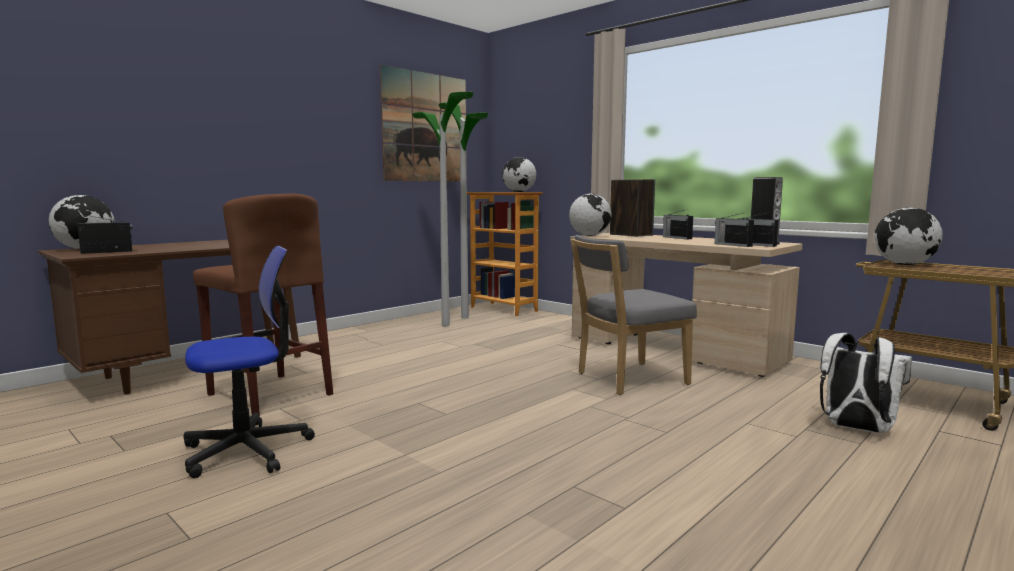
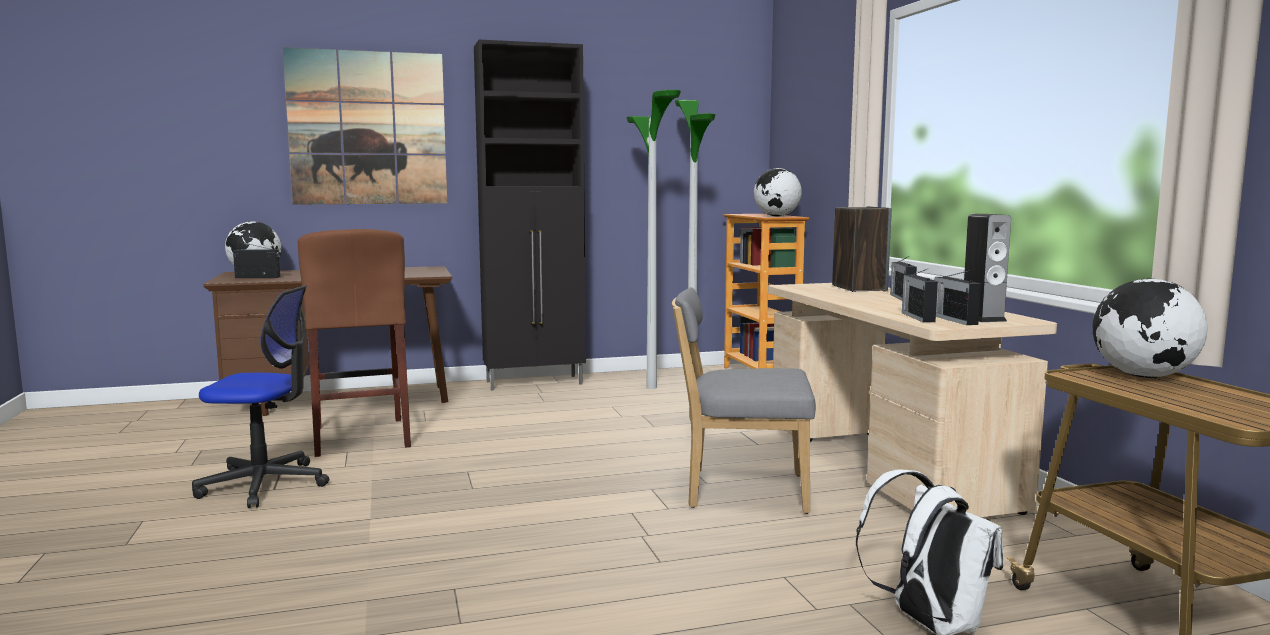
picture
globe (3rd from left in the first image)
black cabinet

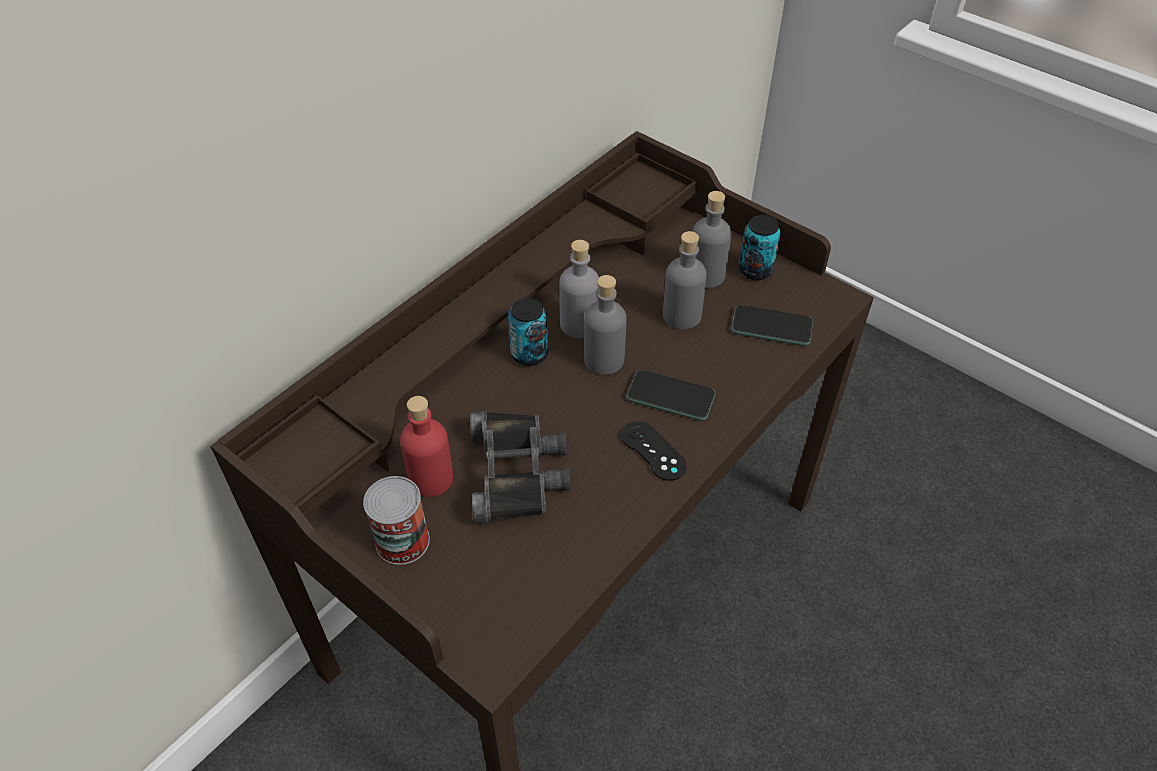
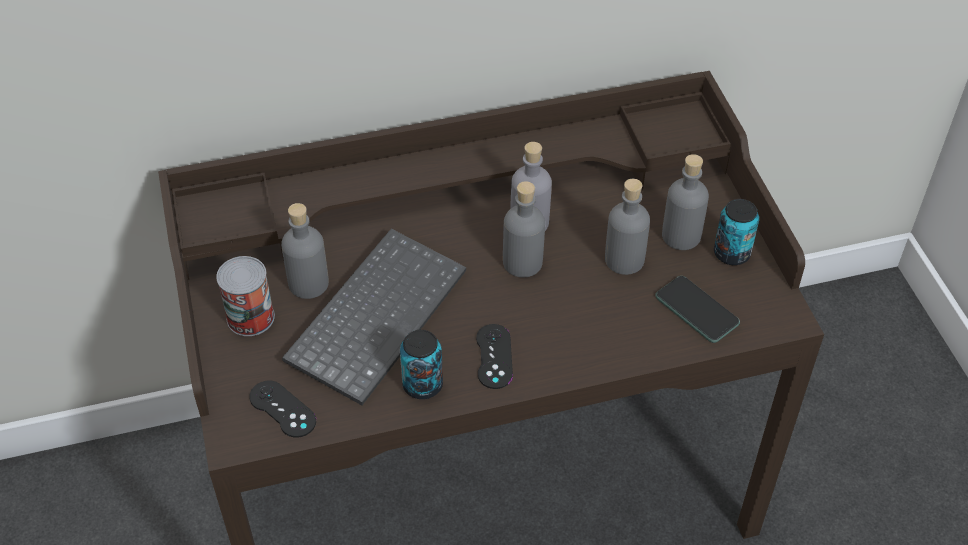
grey bottle (1st from left)
keyboard
can (2nd from left)
phone (1st from left in the first image)
black game controller (1st from left)

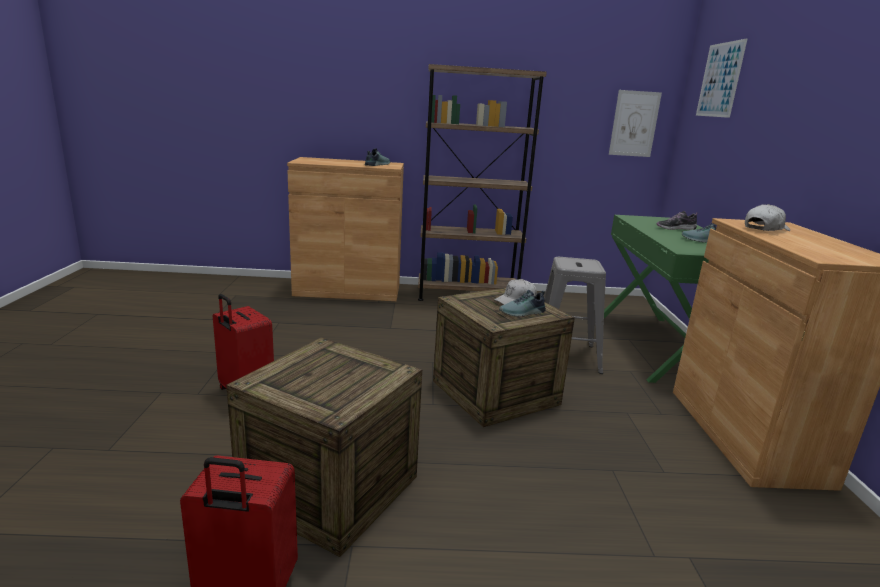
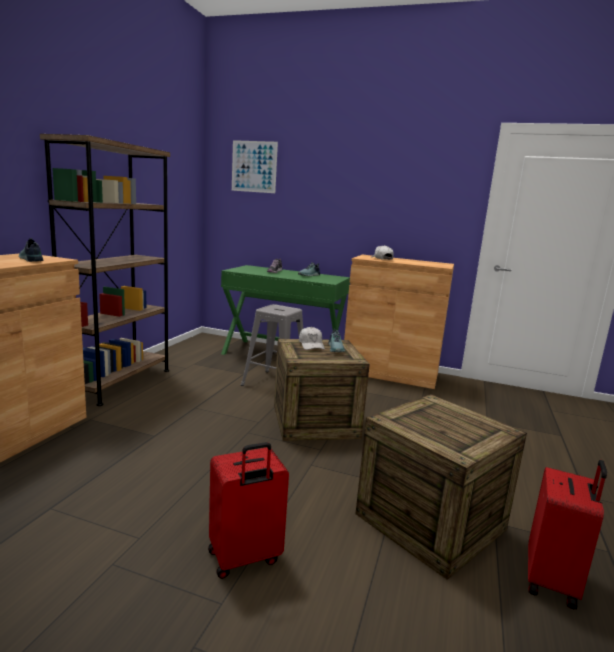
picture (1st from left in the first image)

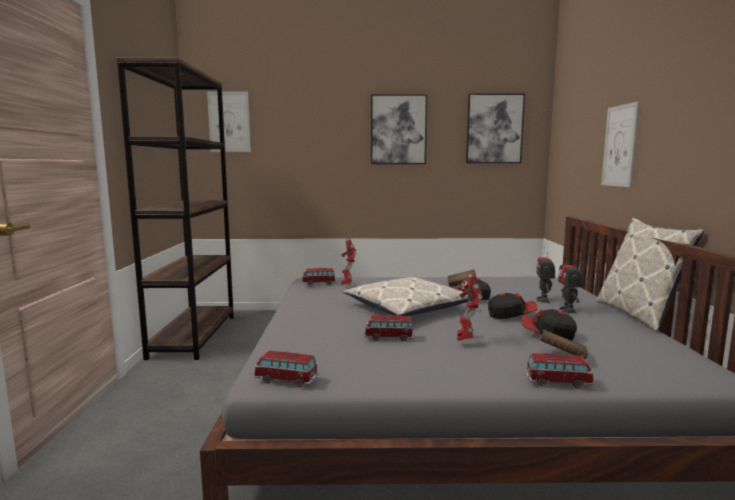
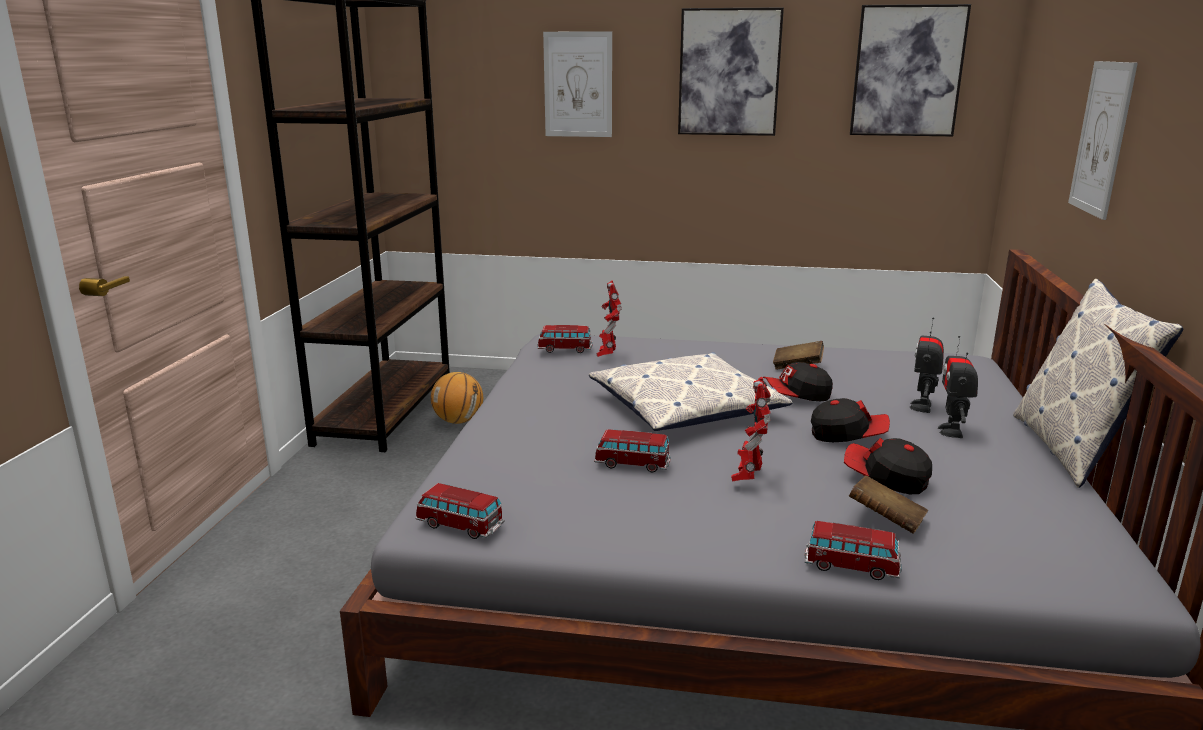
picture (1st from left)
basketball

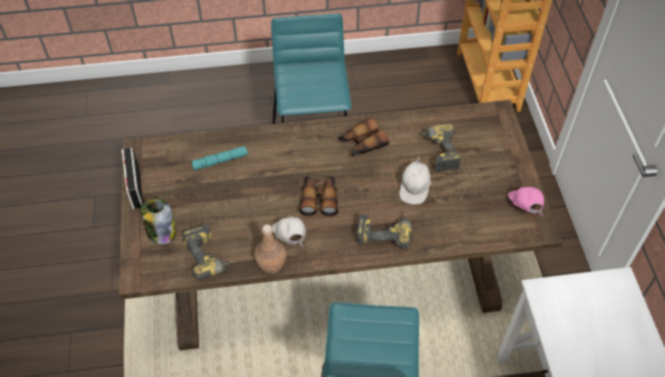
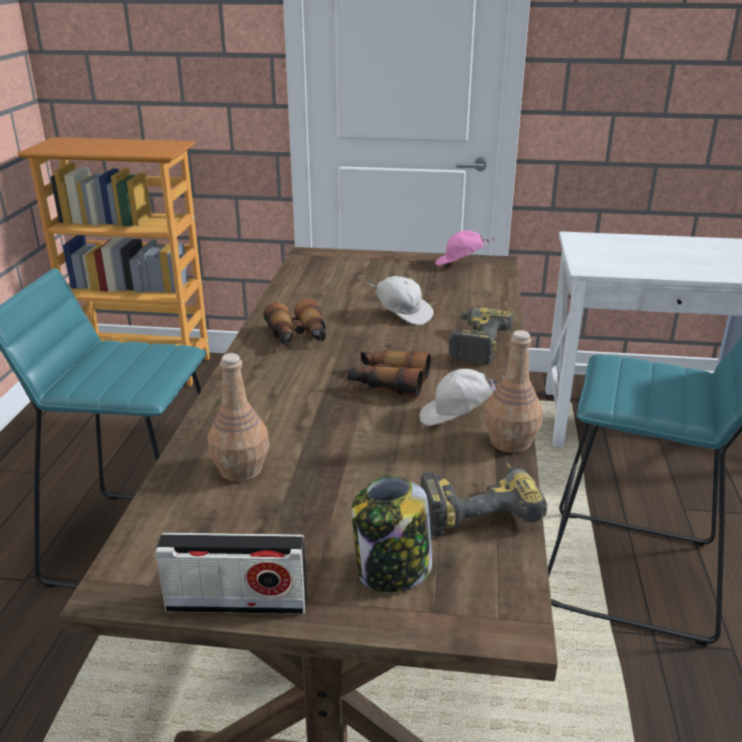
brown bottle (1st from left)
power drill (3rd from left in the first image)

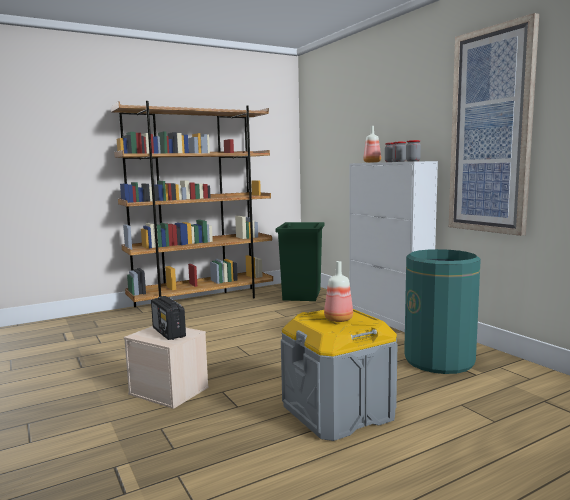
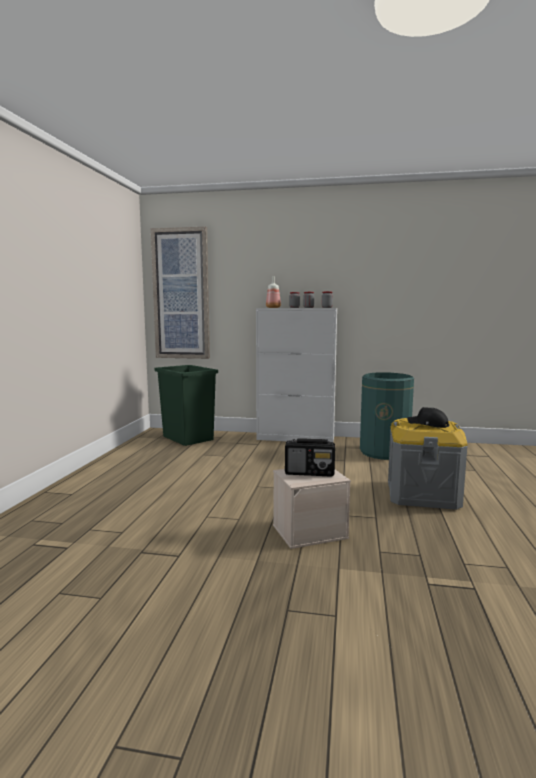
brown bookcase
black cap
picture

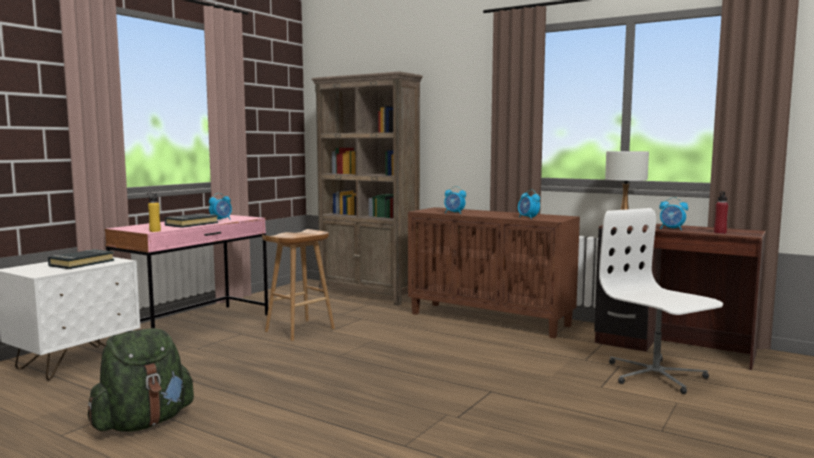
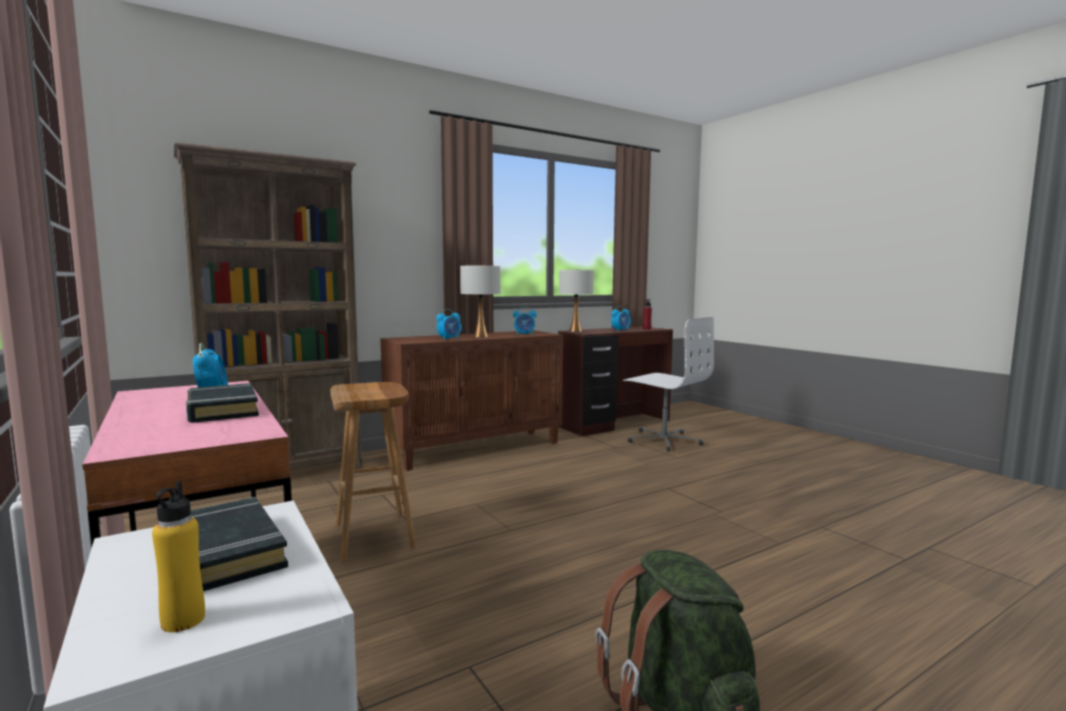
yellow bottle
white office chair
white table lamp (1st from left)

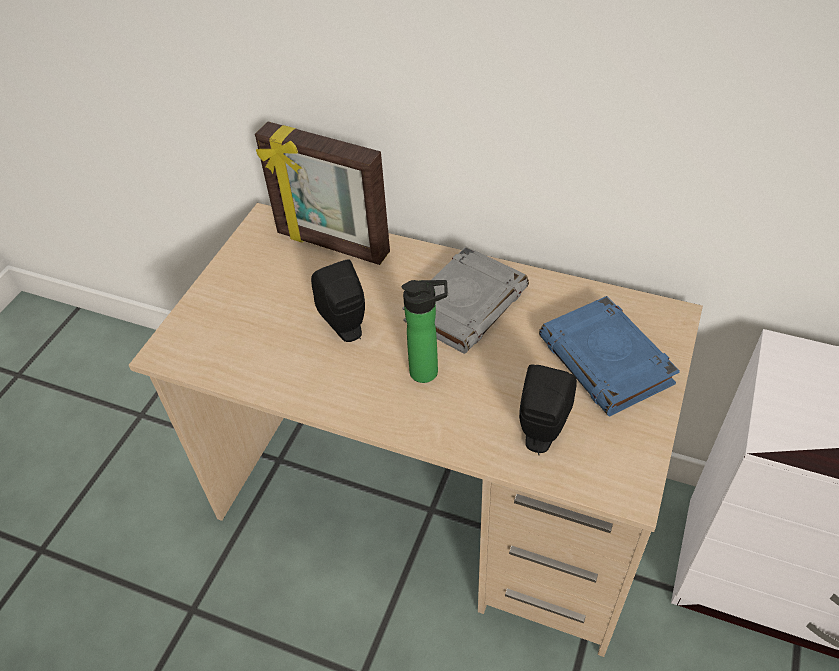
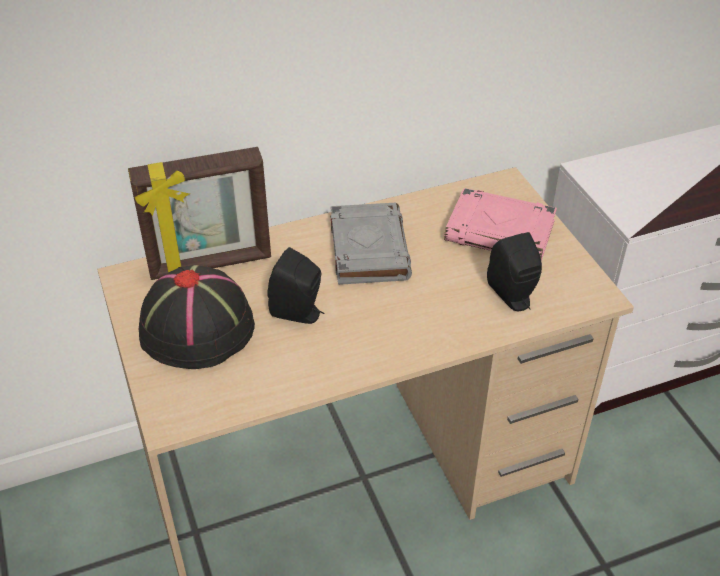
bottle
pink book
black hat

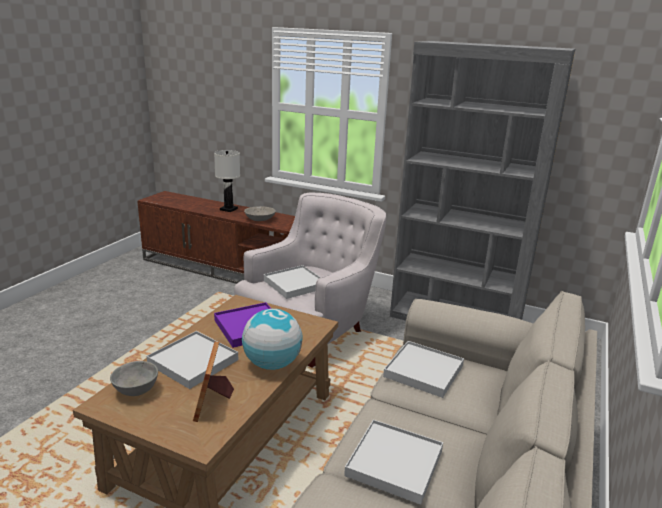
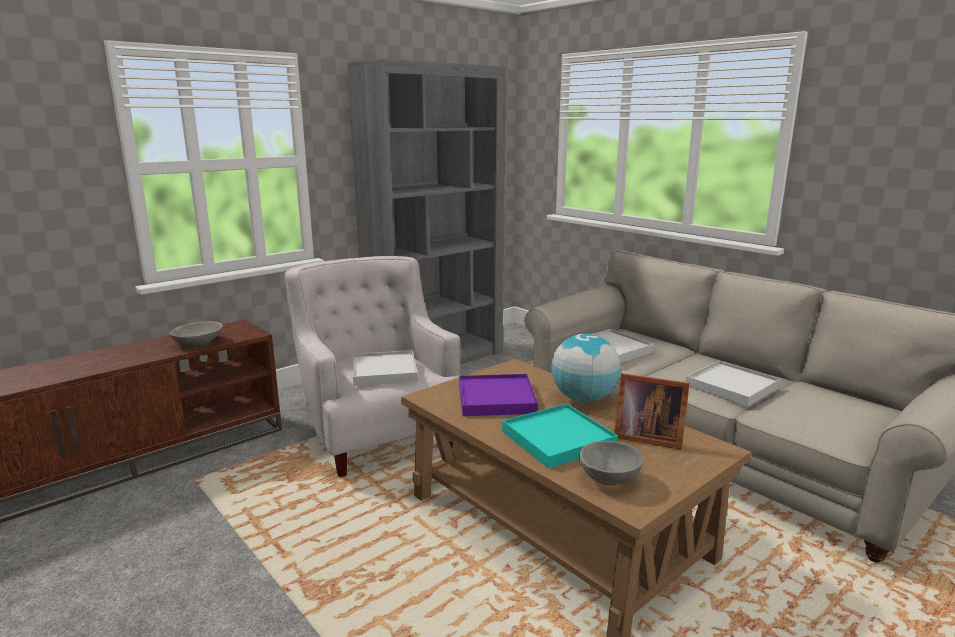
turquoise tray
white table lamp

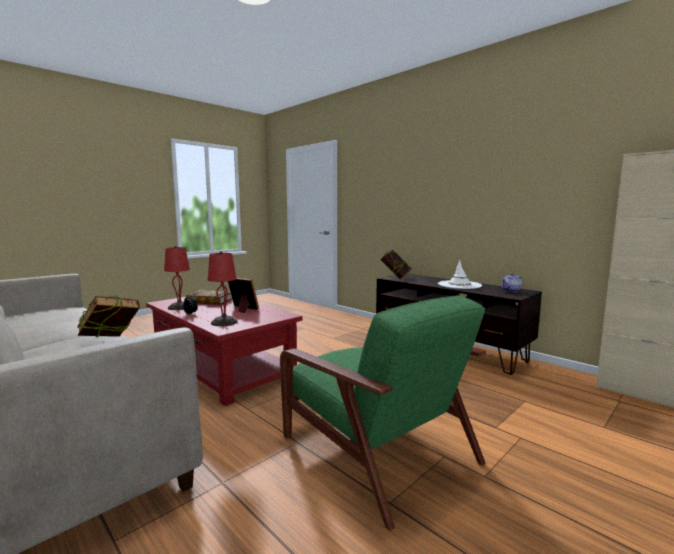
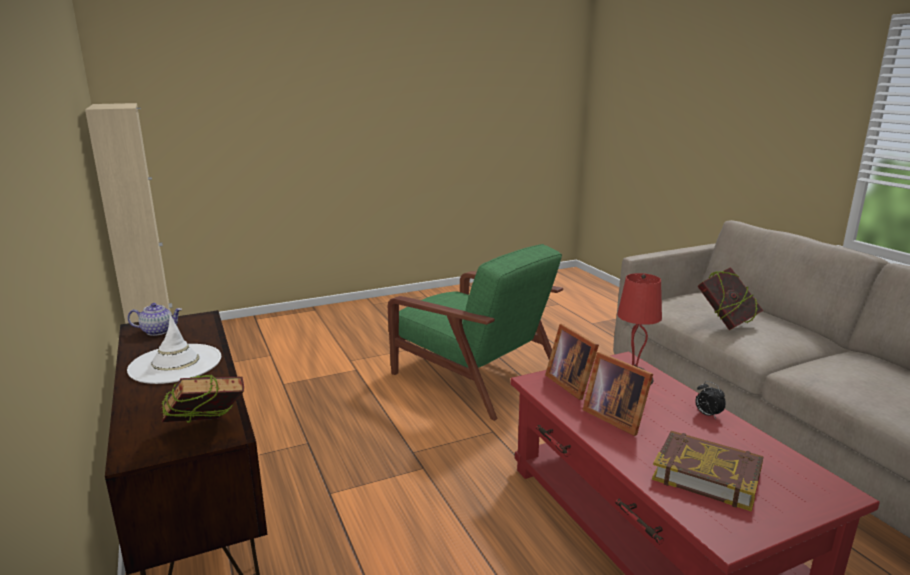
red table lamp (1st from left in the first image)
green armchair
picture frame (1st from left)

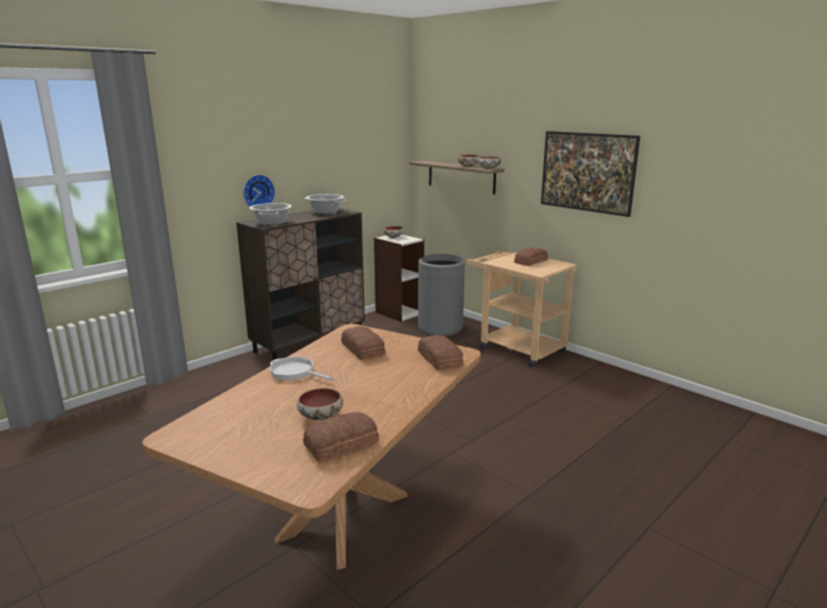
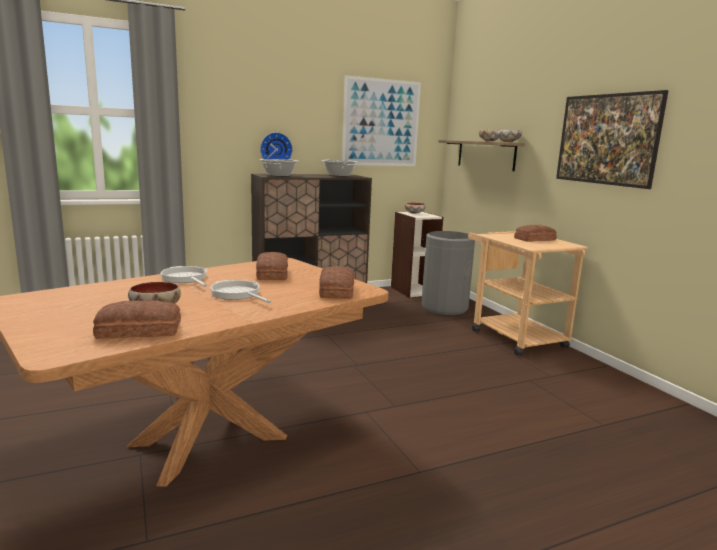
frying pan (2nd from left)
picture (1st from left)

